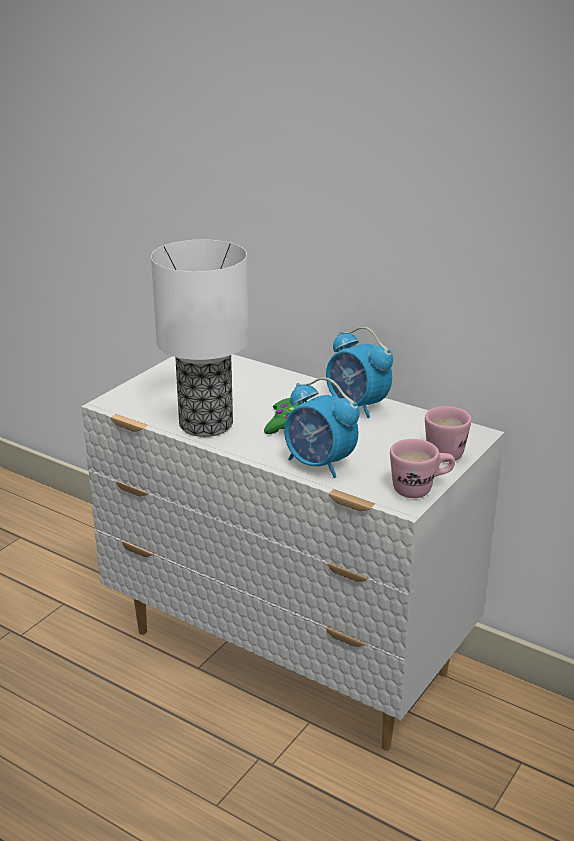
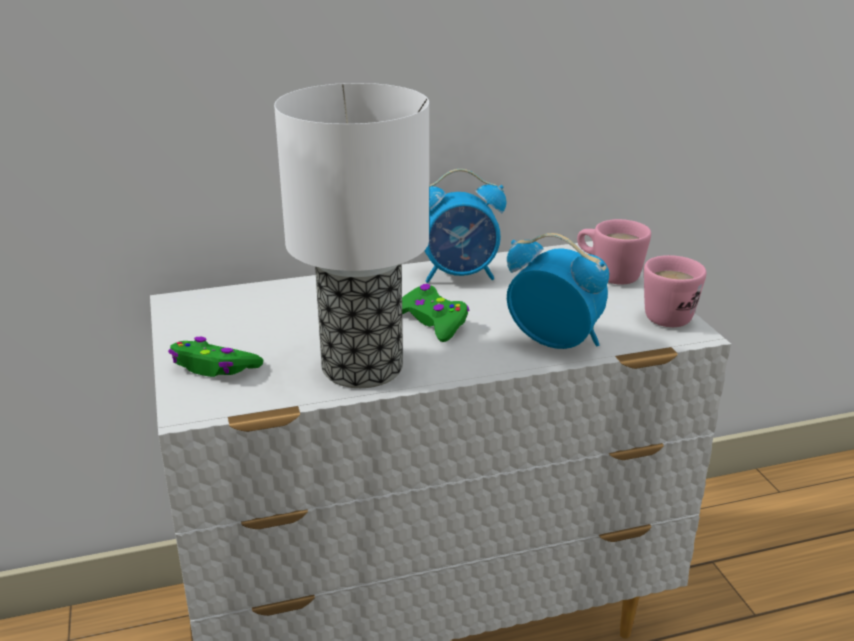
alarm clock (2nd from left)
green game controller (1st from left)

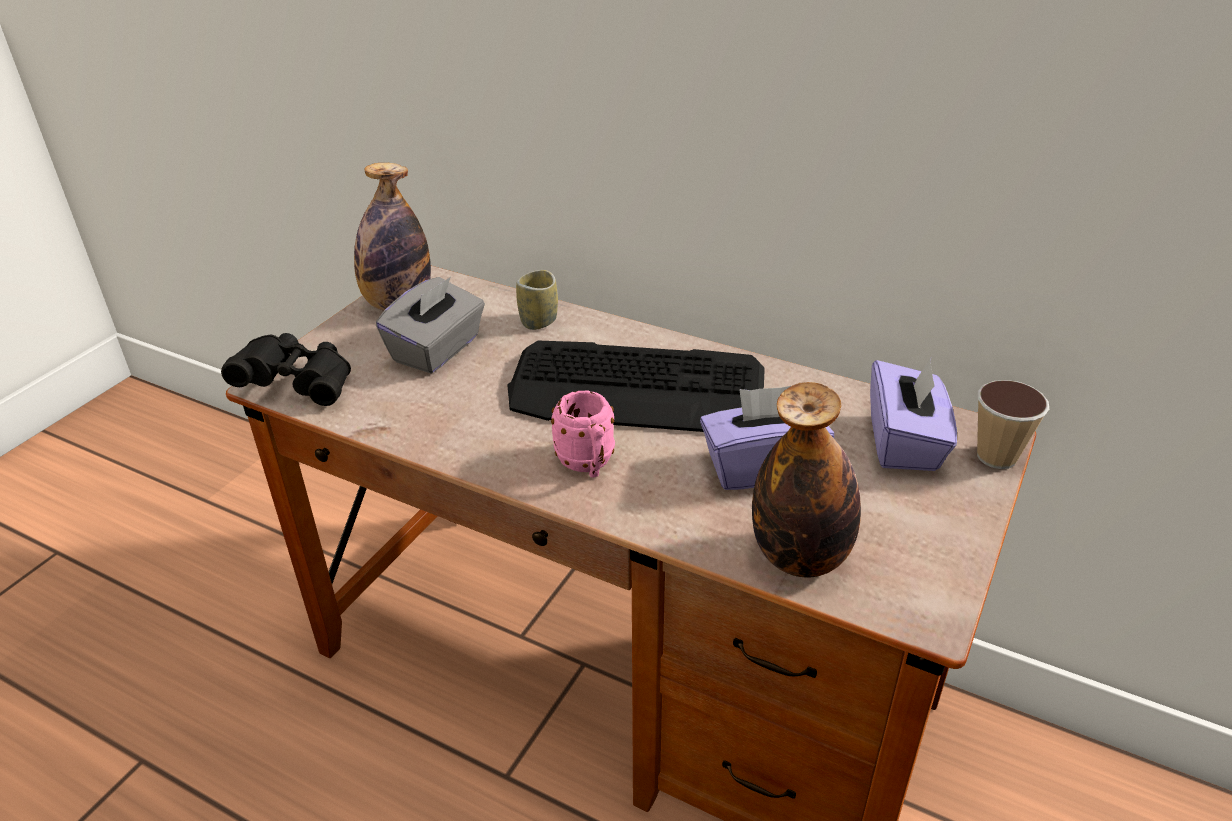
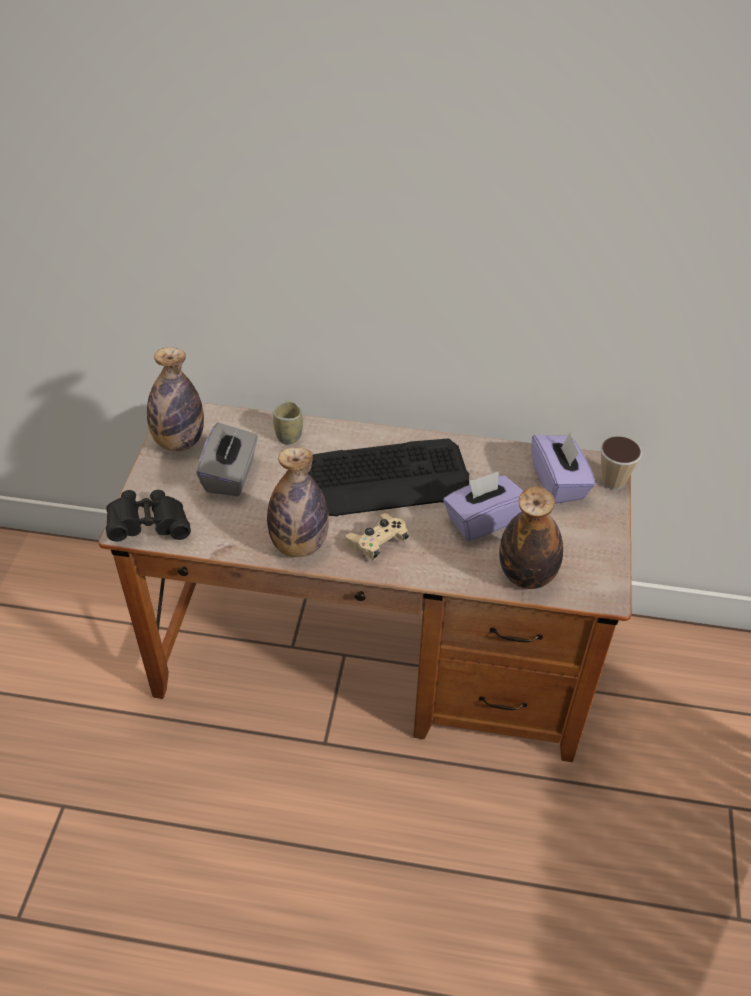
beige game controller
bottle (2nd from left)

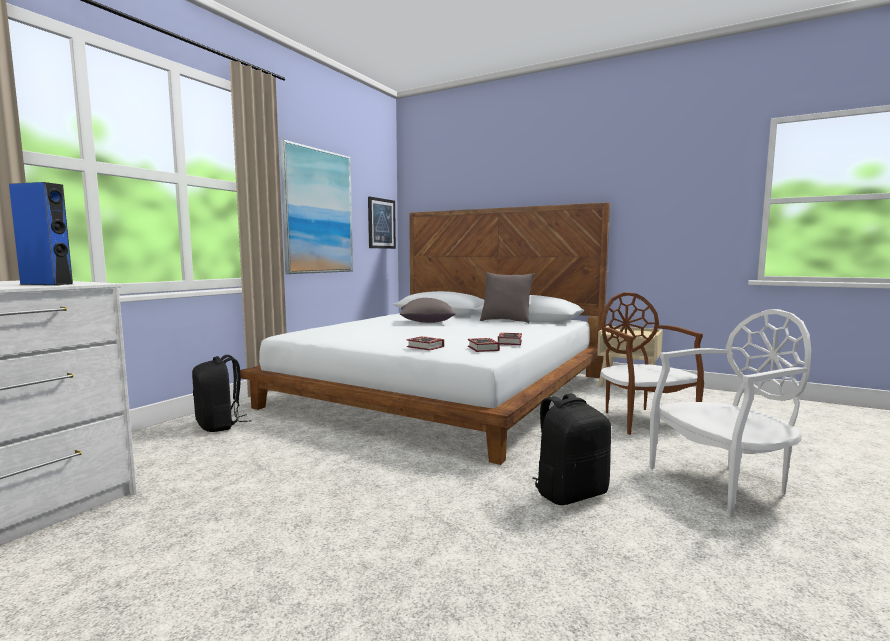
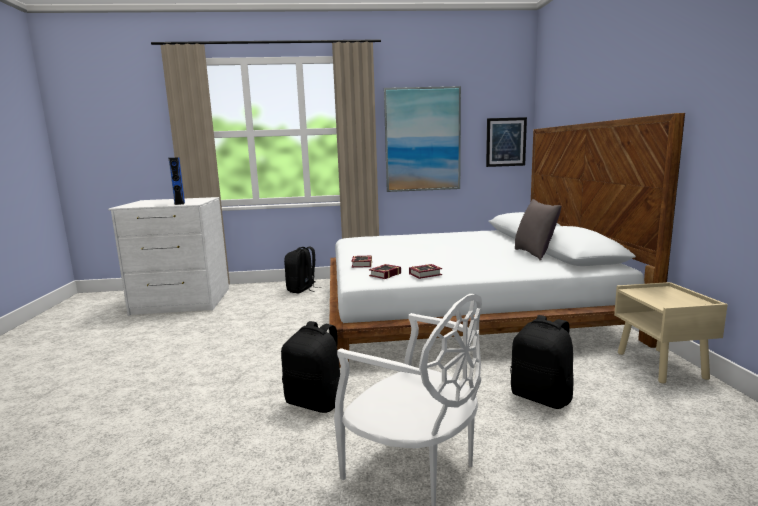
grey pillow (1st from left in the first image)
black backpack (3rd from left)

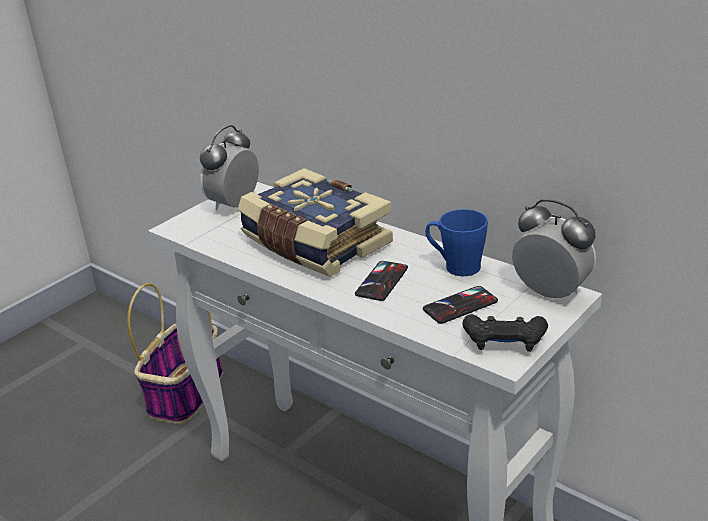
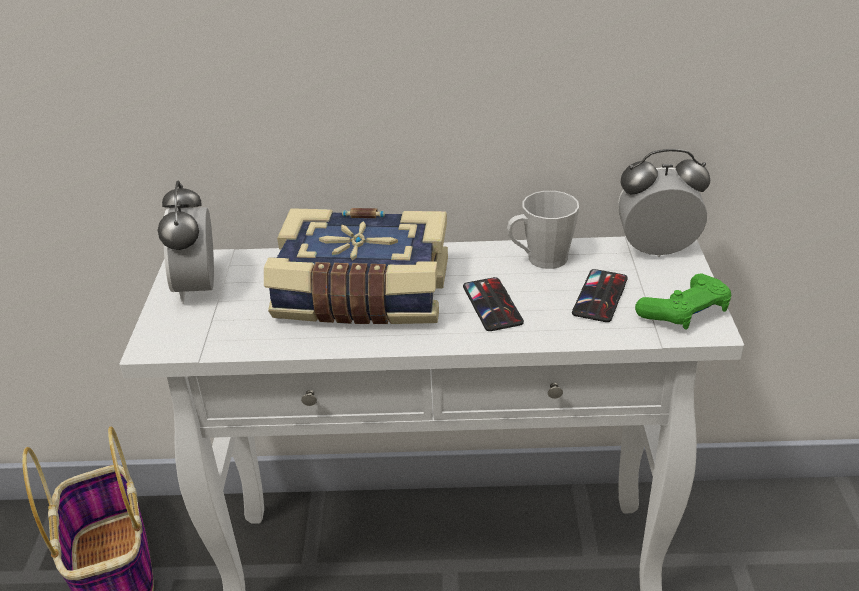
grey mug
green game controller

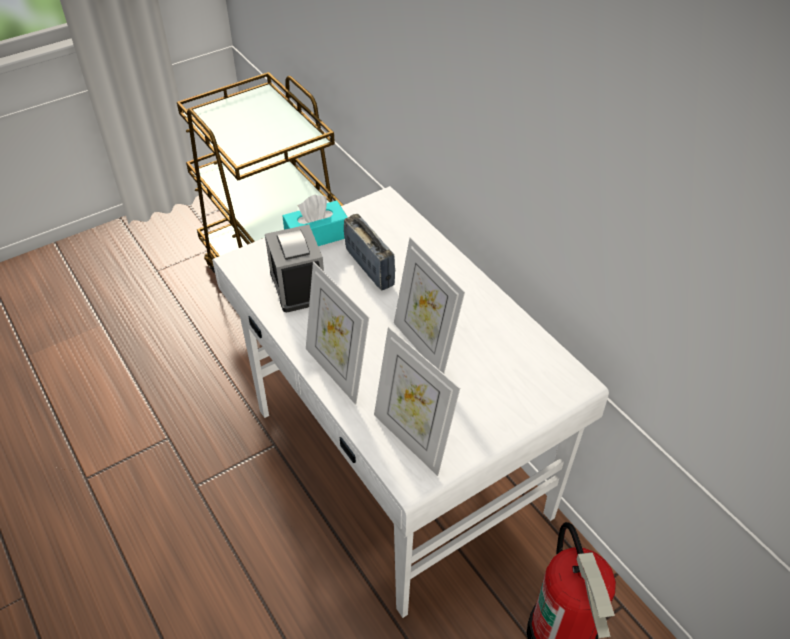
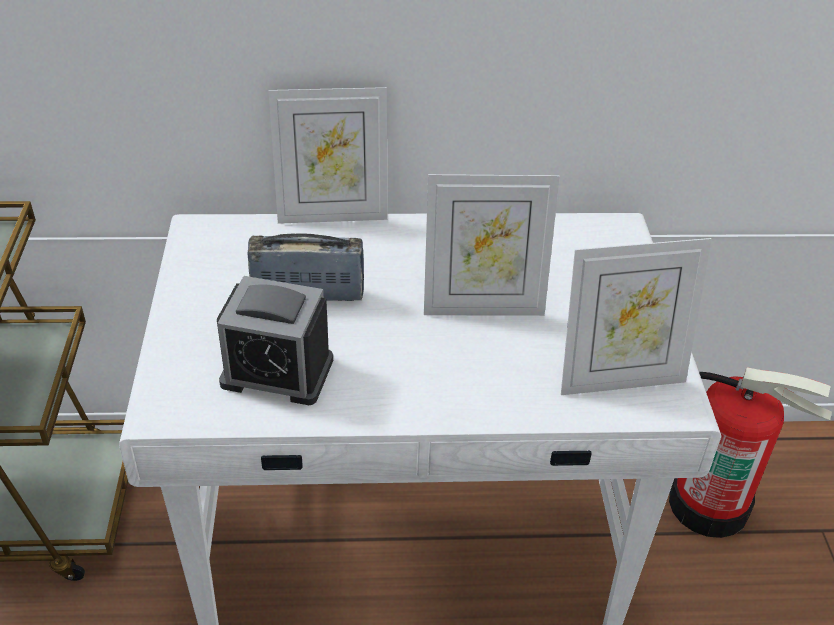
turquoise tissue box
picture frame (1st from left)

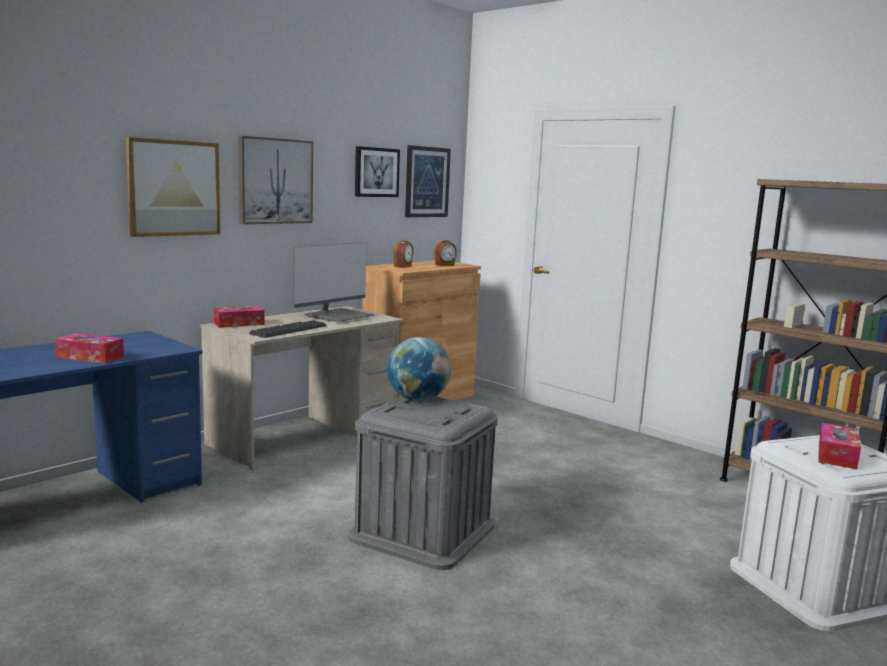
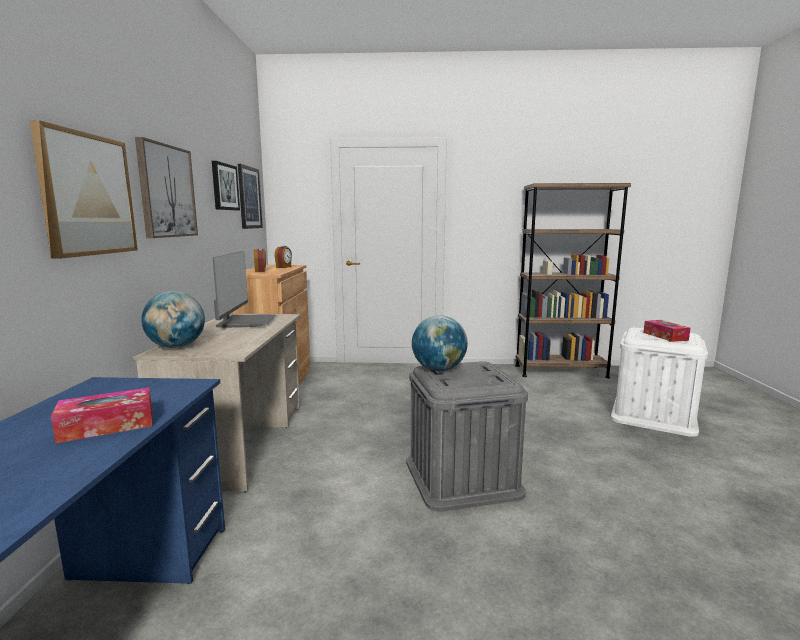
globe (1st from left)
keyboard

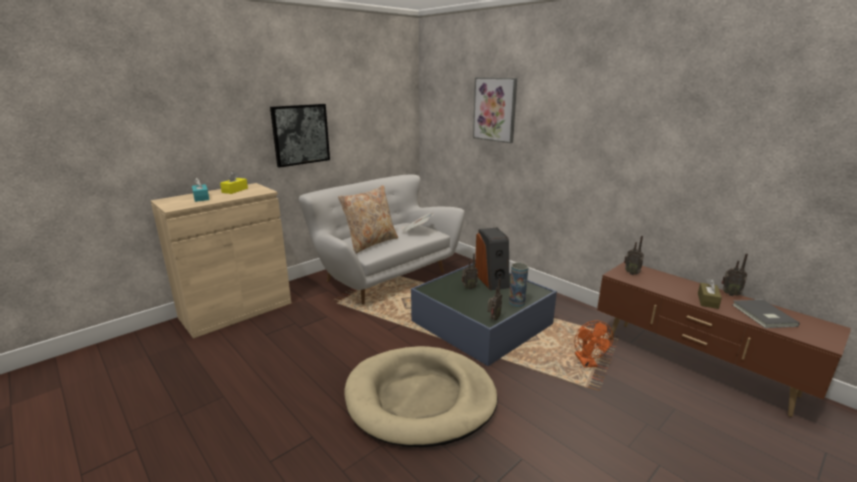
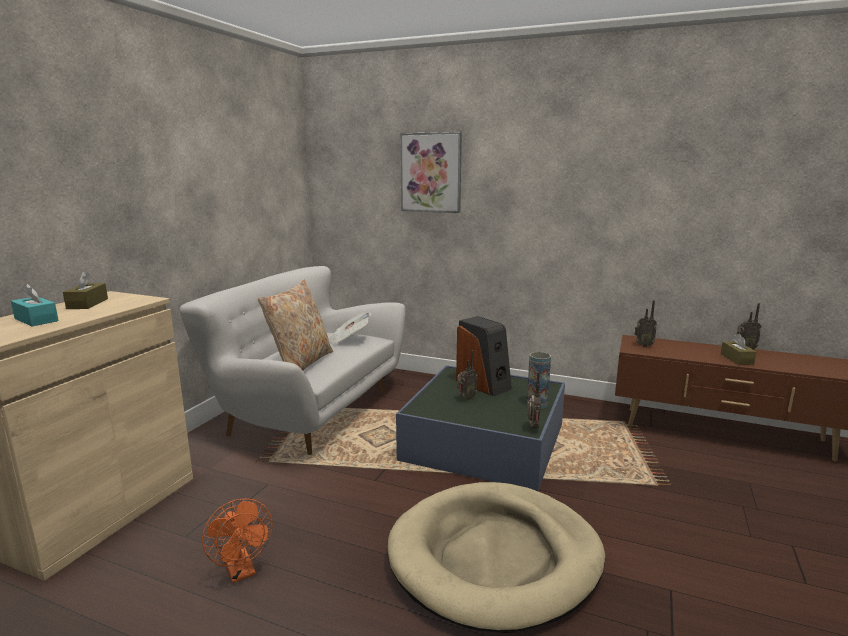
brown tissue box (1st from left)
picture (1st from left in the first image)
orange fan
grey book

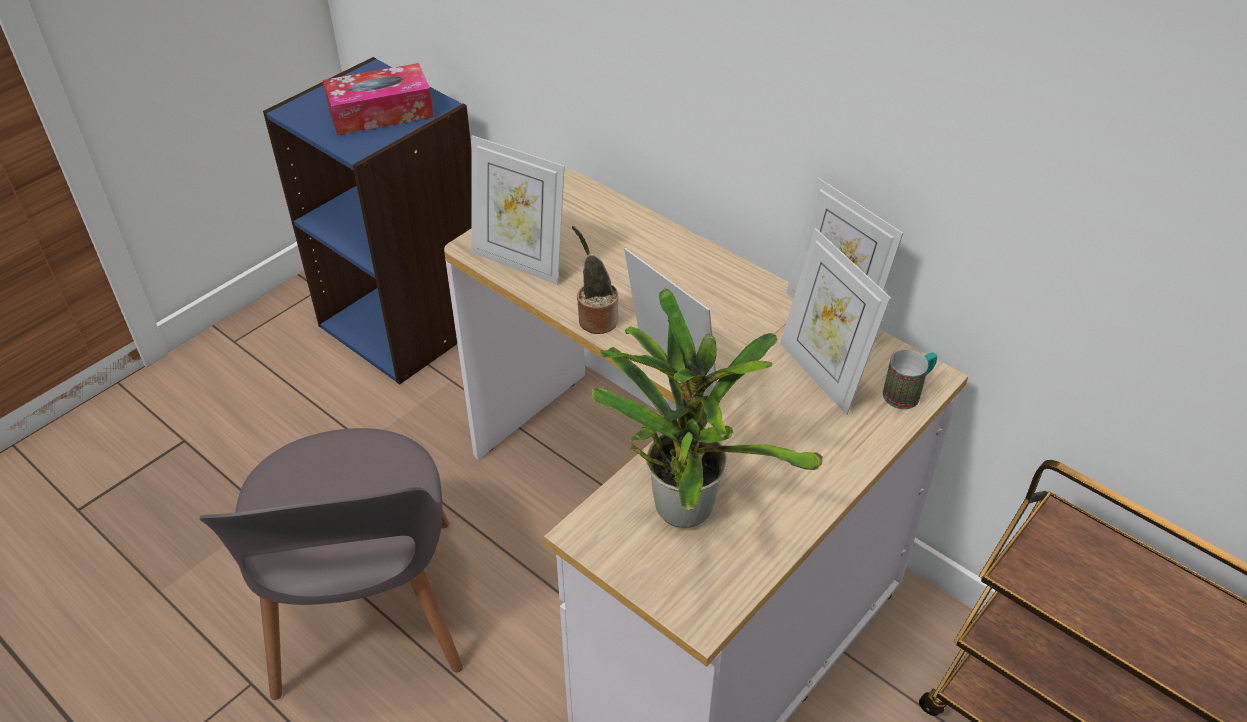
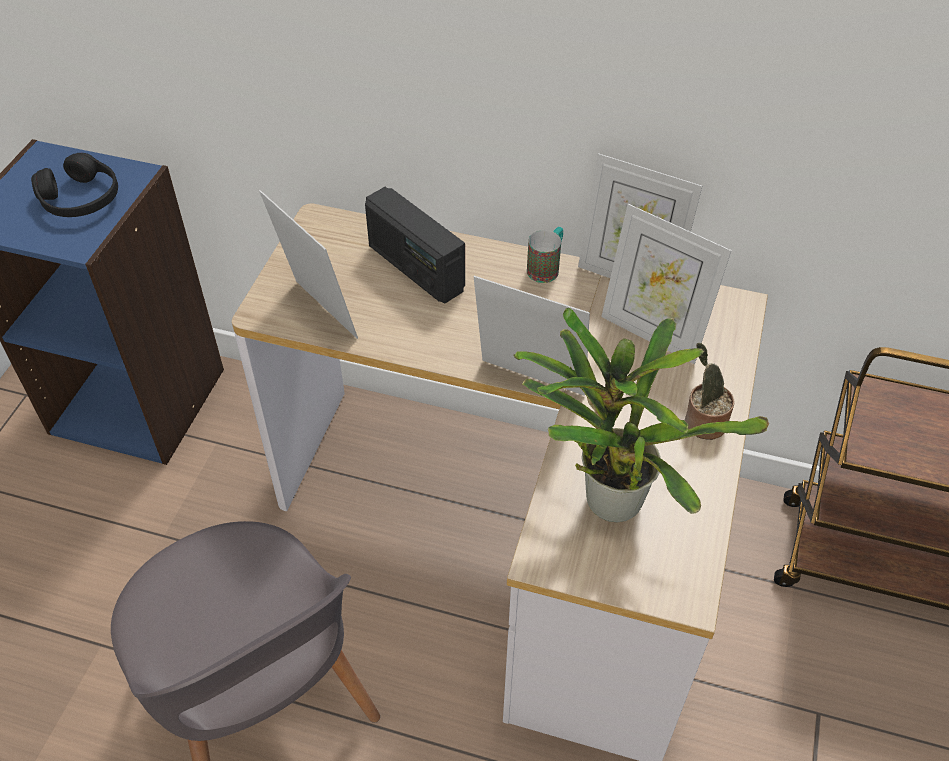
black headphones
picture frame (1st from left)
potted plant (2nd from left)
mug
radio

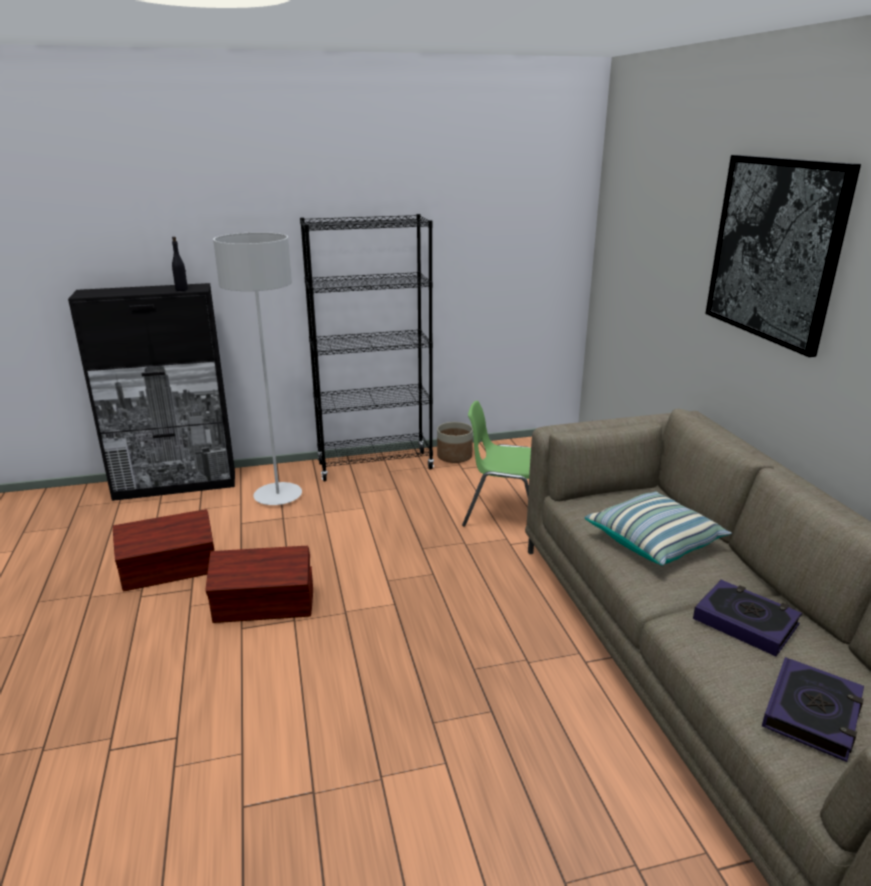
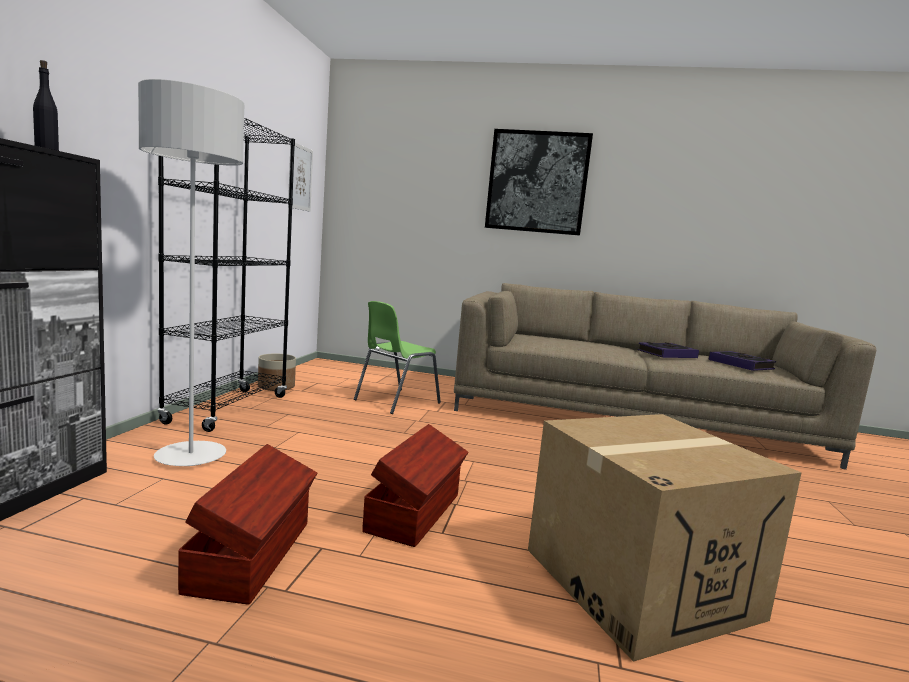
pillow
picture (1st from left)
cardboard box

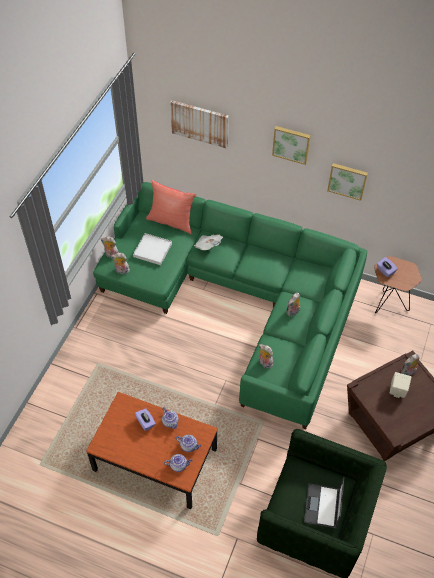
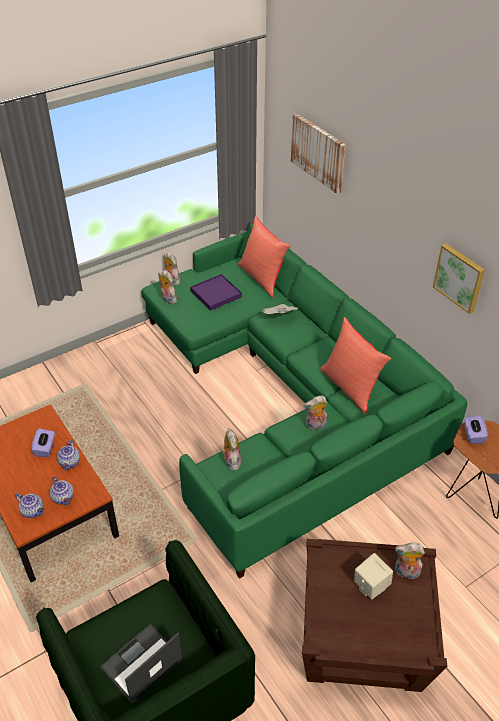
purple tray
picture (2nd from left in the first image)
red pillow (2nd from left)

